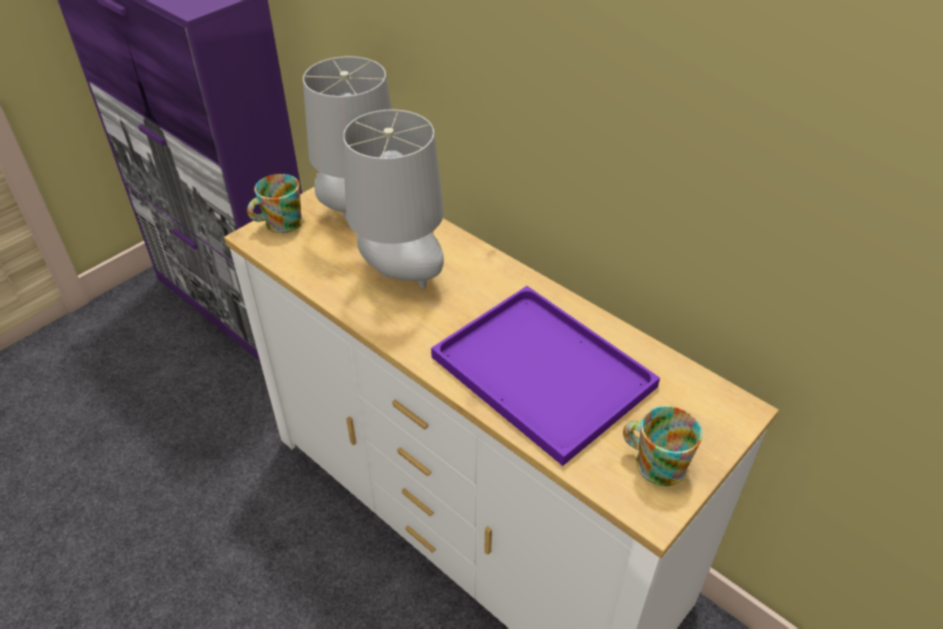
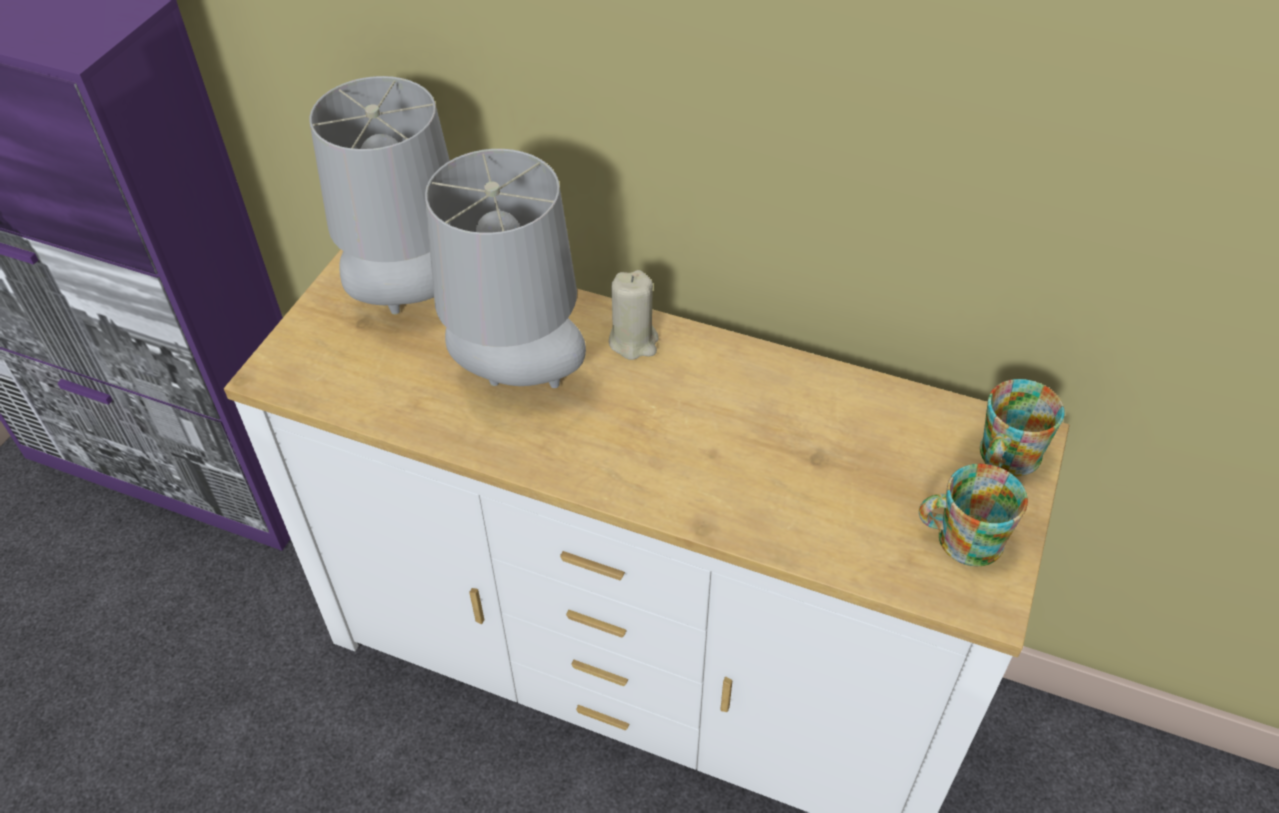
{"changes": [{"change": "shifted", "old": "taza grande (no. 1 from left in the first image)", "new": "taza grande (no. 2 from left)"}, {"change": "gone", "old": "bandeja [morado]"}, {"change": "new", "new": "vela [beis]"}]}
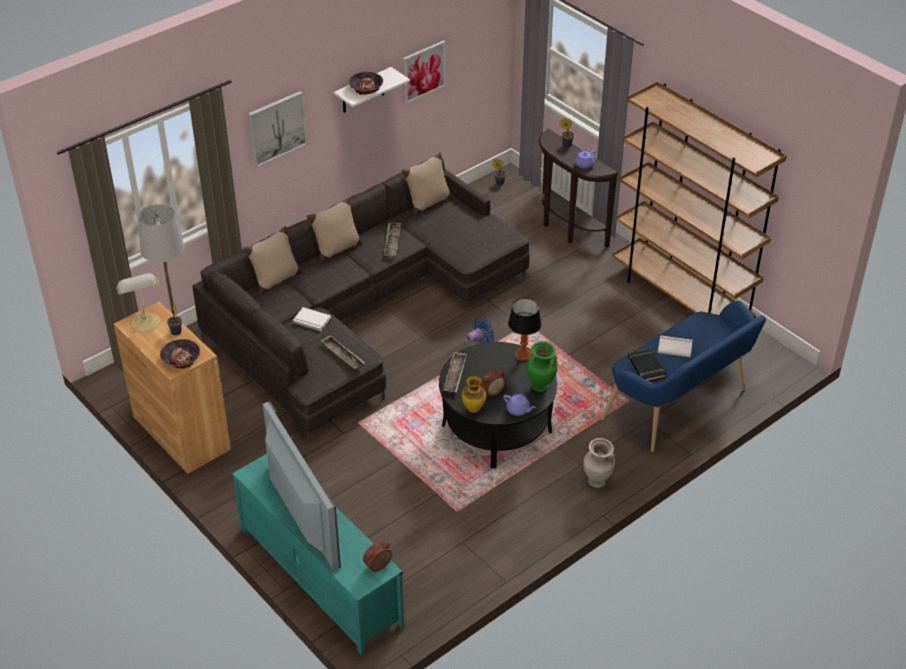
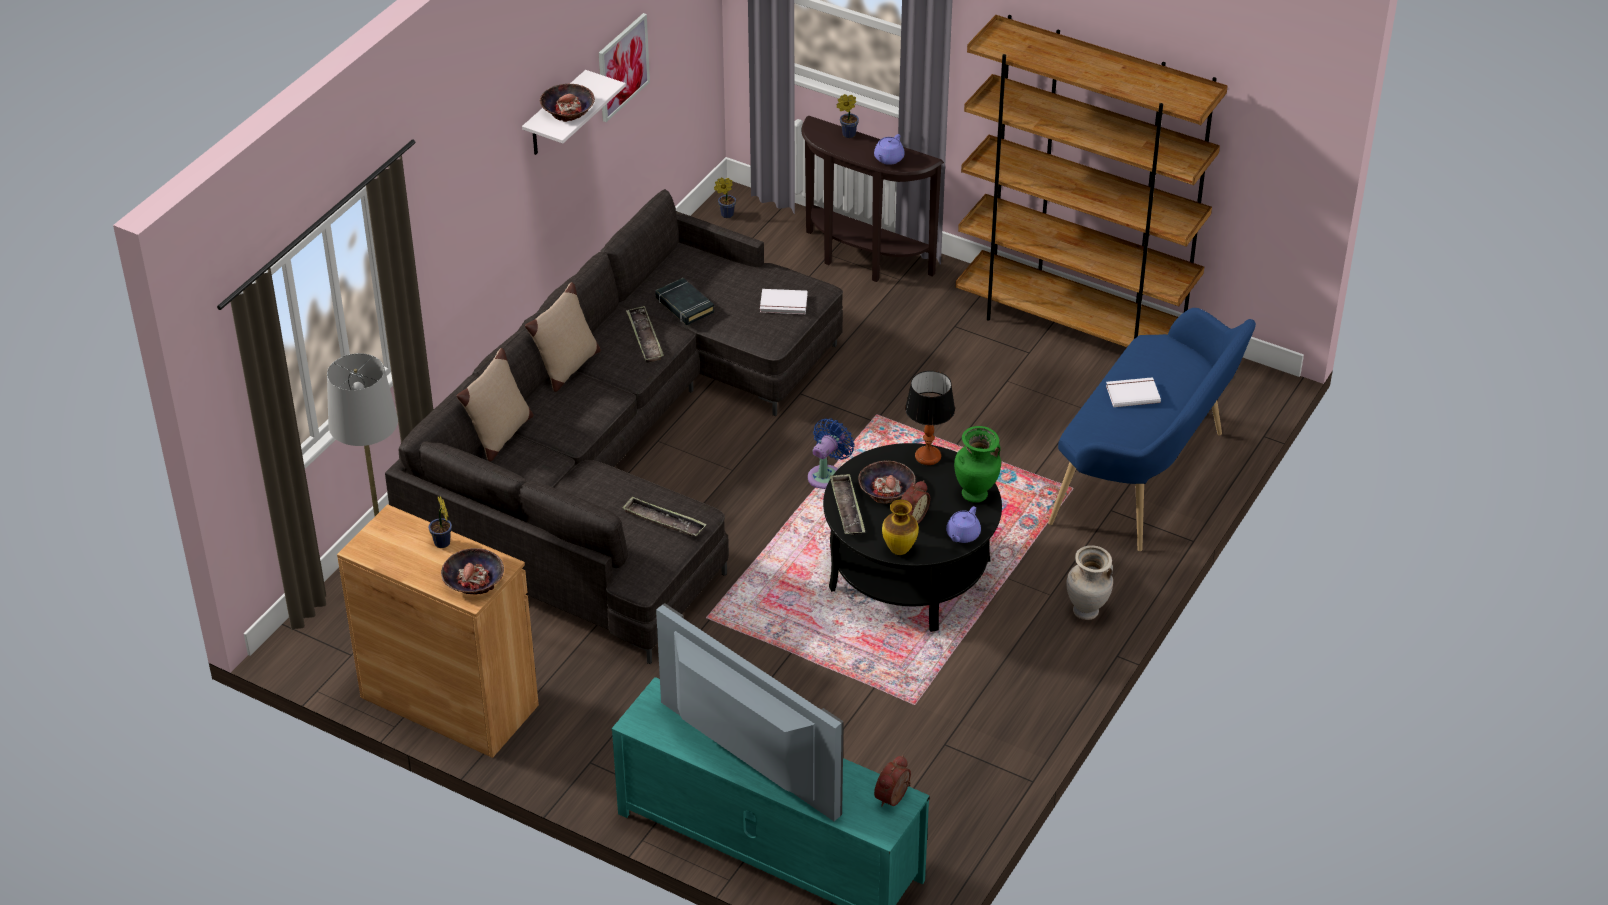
{"changes": [{"change": "gone", "old": "cuadro (no. 1 from left)"}, {"change": "gone", "old": "cojín [beis] (no. 3 from left)"}, {"change": "gone", "old": "lámpara de mesa (no. 1 from left)"}, {"change": "shifted", "old": "libro [blanco] (no. 1 from left)"}, {"change": "shifted", "old": "libro [negro]"}, {"change": "rotated", "old": "tetera [morado] (no. 1 from left in the first image)", "degrees": 105}, {"change": "new", "new": "cuenco (no. 3 from left)"}]}
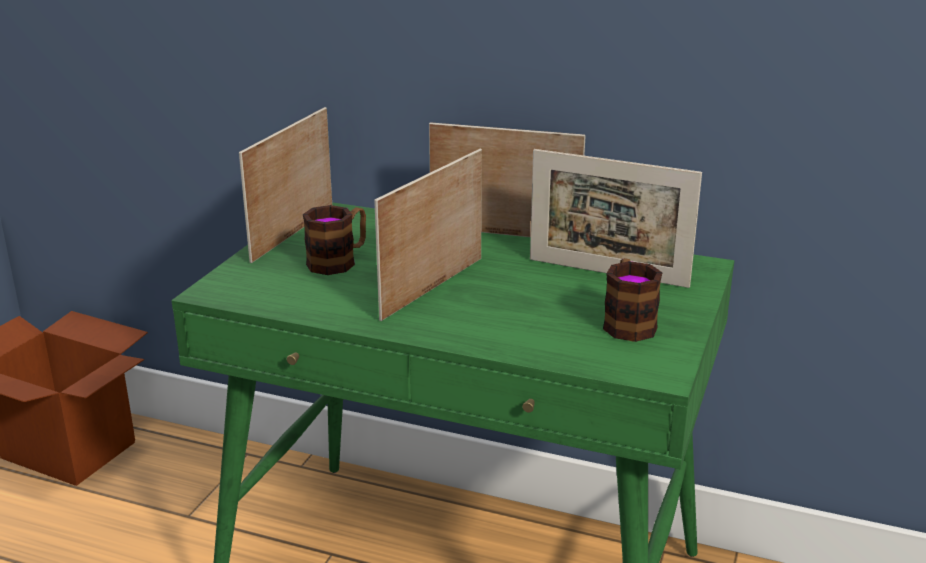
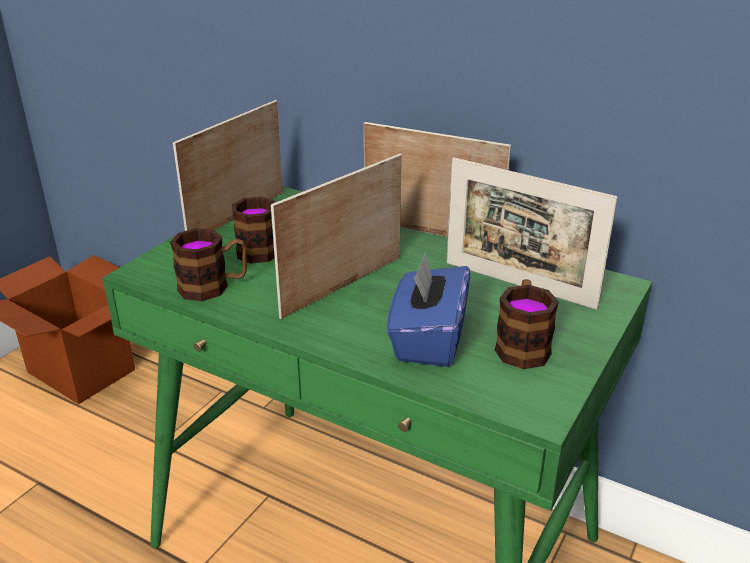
{"changes": [{"change": "new", "new": "taza grande (no. 1 from left)"}, {"change": "new", "new": "caja de pañuelos [azul]"}]}
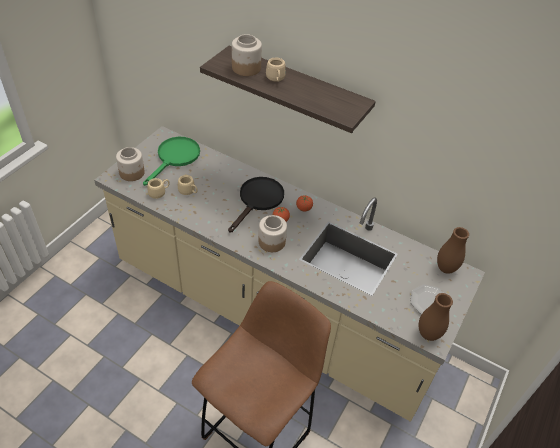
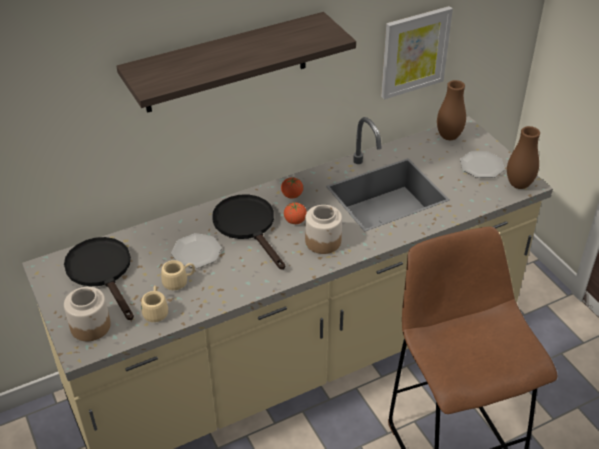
{"changes": [{"change": "gone", "old": "tarro (no. 2 from left)"}, {"change": "gone", "old": "taza grande [beis] (no. 3 from left)"}, {"change": "repainted", "old": "sartén [verde]", "new": "sartén [negro] (no. 1 from left)"}, {"change": "new", "new": "cuadro"}, {"change": "new", "new": "plato (no. 1 from left)"}]}
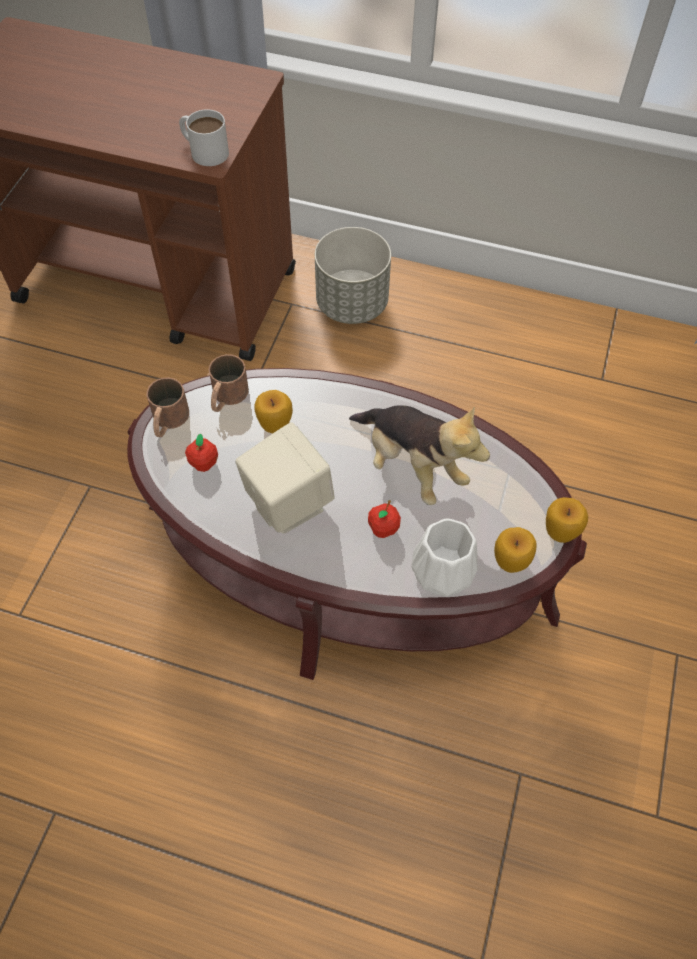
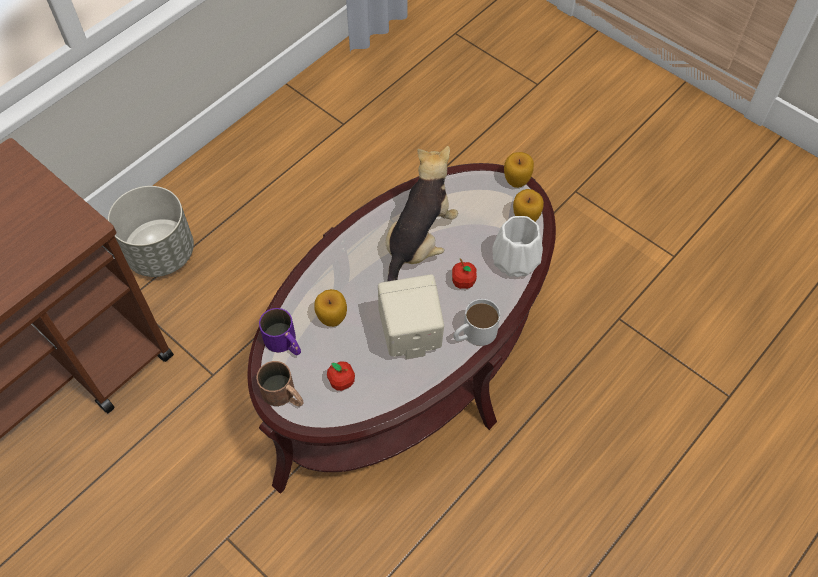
{"changes": [{"change": "shifted", "old": "taza grande [blanco]"}, {"change": "repainted", "old": "taza grande [marrón] (no. 2 from left)", "new": "taza grande [morado]"}, {"change": "rotated", "old": "peluche", "degrees": -45}]}
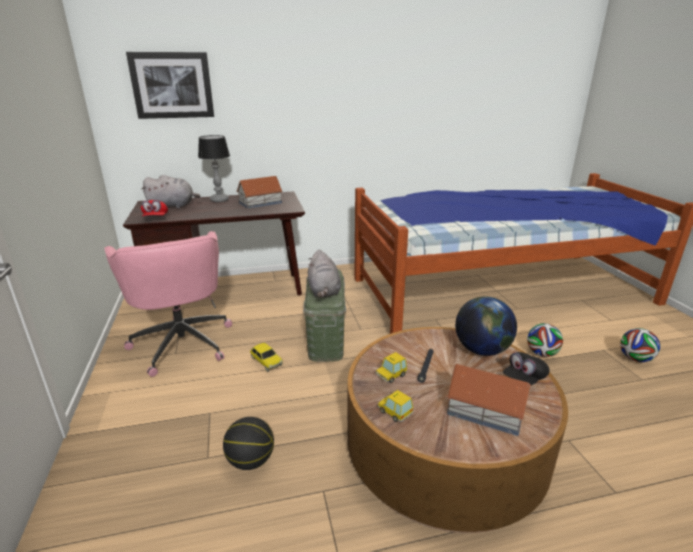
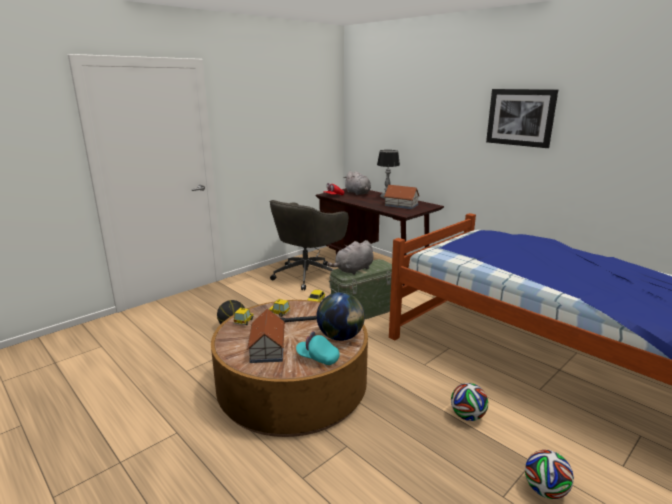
{"changes": [{"change": "shifted", "old": "cuadro"}, {"change": "repainted", "old": "silla de oficina [rosa]", "new": "silla de oficina [gris]"}, {"change": "repainted", "old": "gorra [negro]", "new": "gorra [turquesa]"}]}
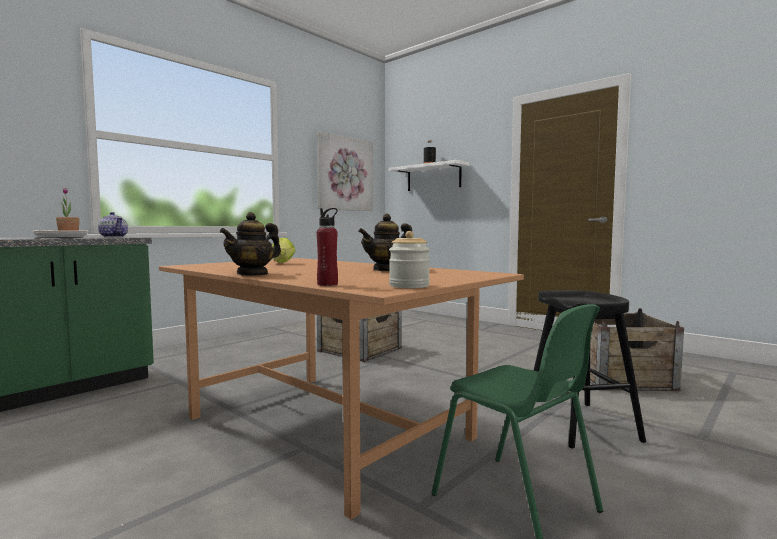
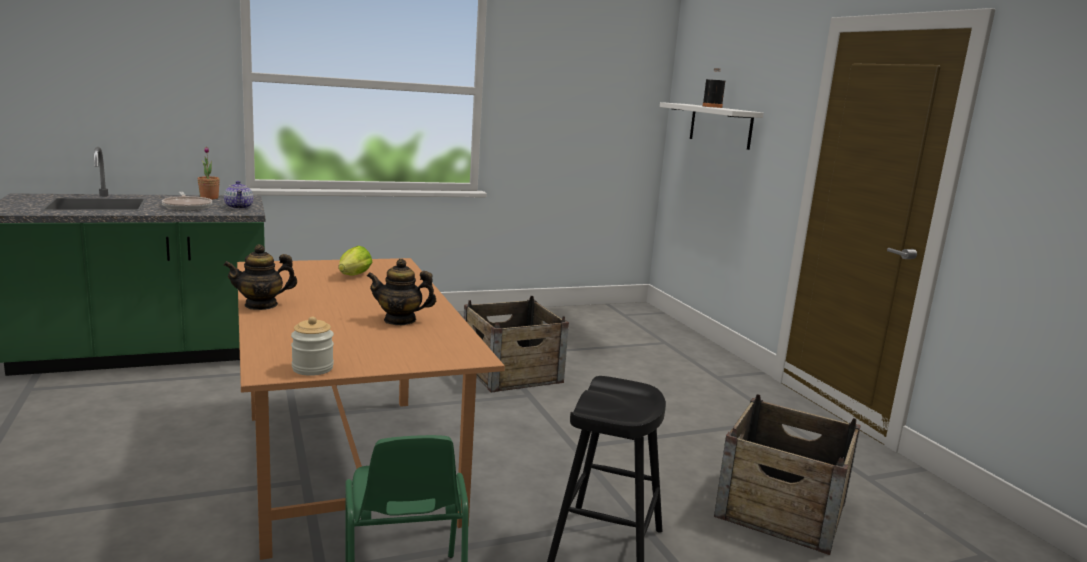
{"changes": [{"change": "gone", "old": "cuadro"}, {"change": "gone", "old": "botella [rojo]"}]}
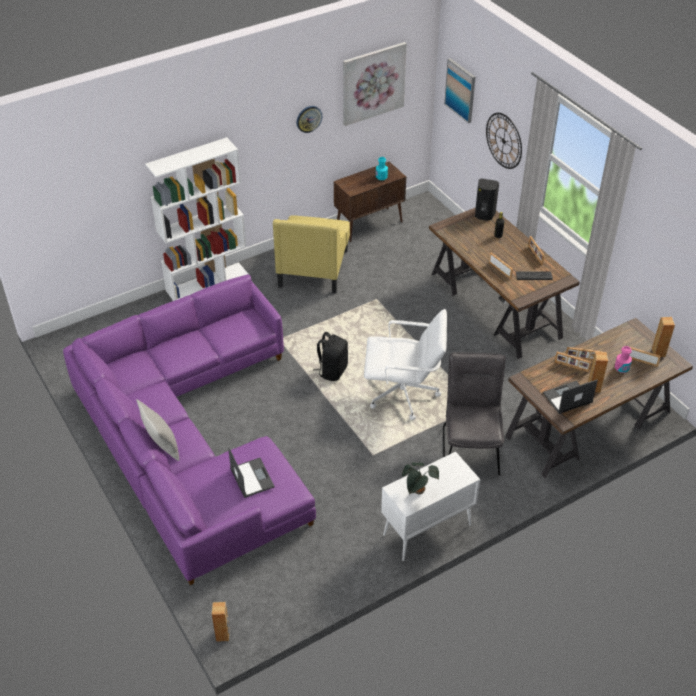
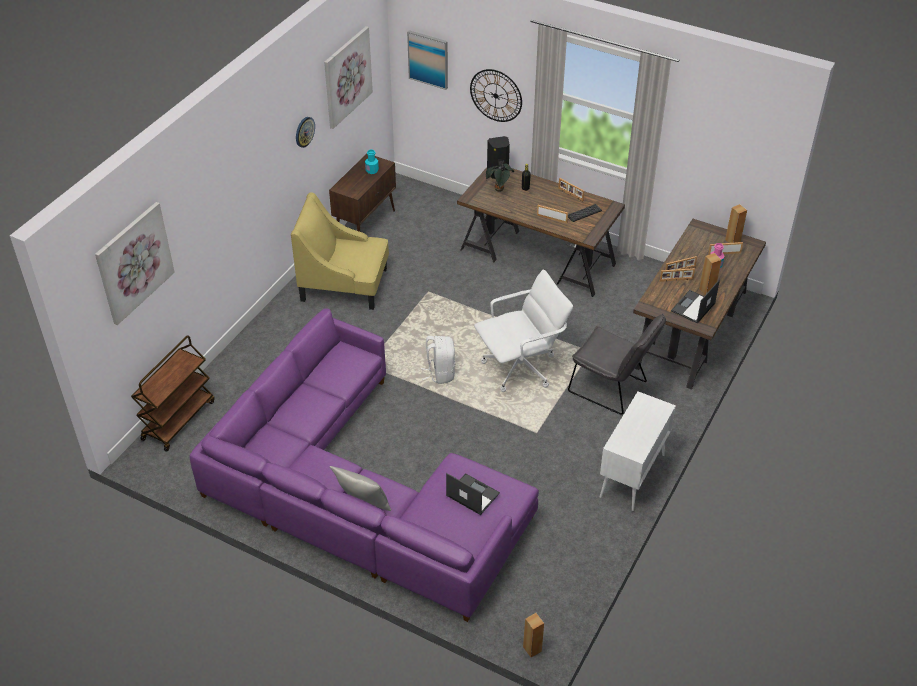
{"changes": [{"change": "gone", "old": "estantería [blanco]"}, {"change": "rotated", "old": "sillón [amarillo]", "degrees": 120}, {"change": "repainted", "old": "mochila [negro]", "new": "mochila [blanco]"}, {"change": "rotated", "old": "silla [gris]", "degrees": 150}, {"change": "shifted", "old": "planta en maceta"}, {"change": "new", "new": "cuadro (no. 1 from left)"}, {"change": "new", "new": "carrito [marrón]"}]}
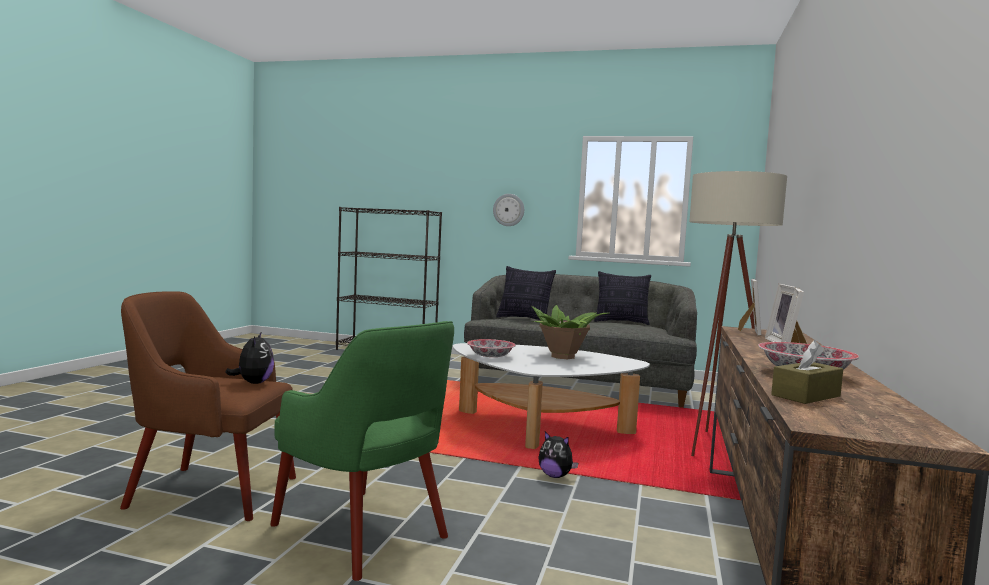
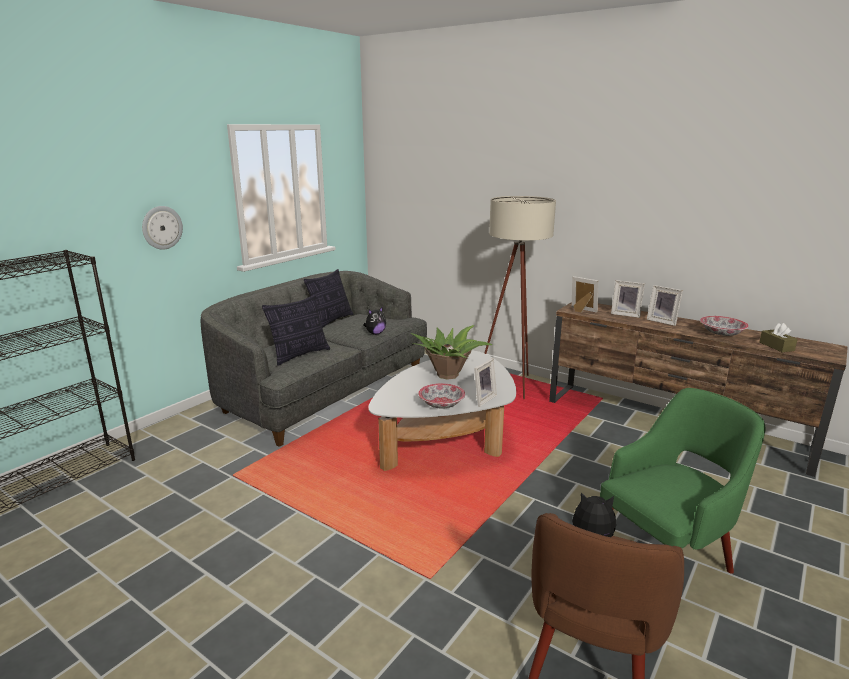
{"changes": [{"change": "shifted", "old": "peluche (no. 2 from left in the first image)", "new": "peluche (no. 1 from left)"}, {"change": "new", "new": "portarretratos (no. 1 from left)"}]}
